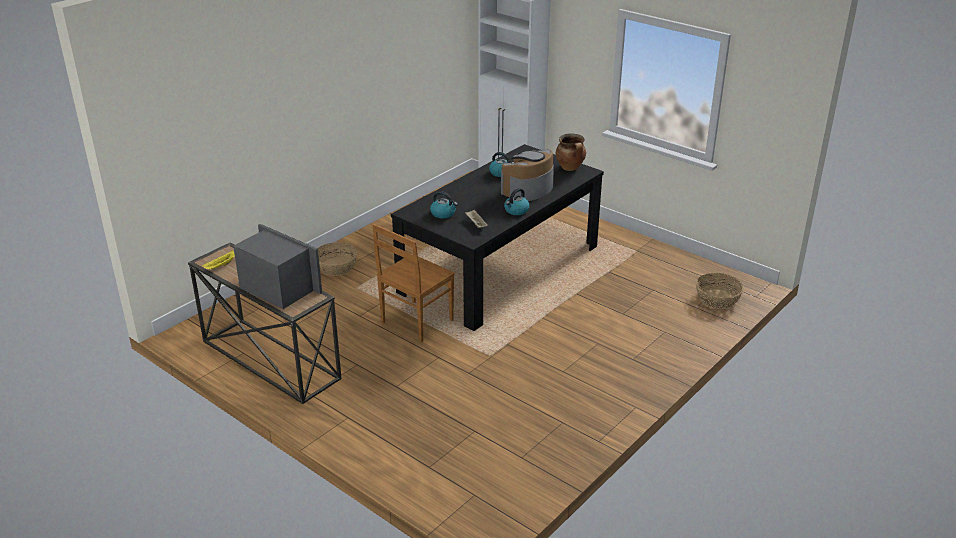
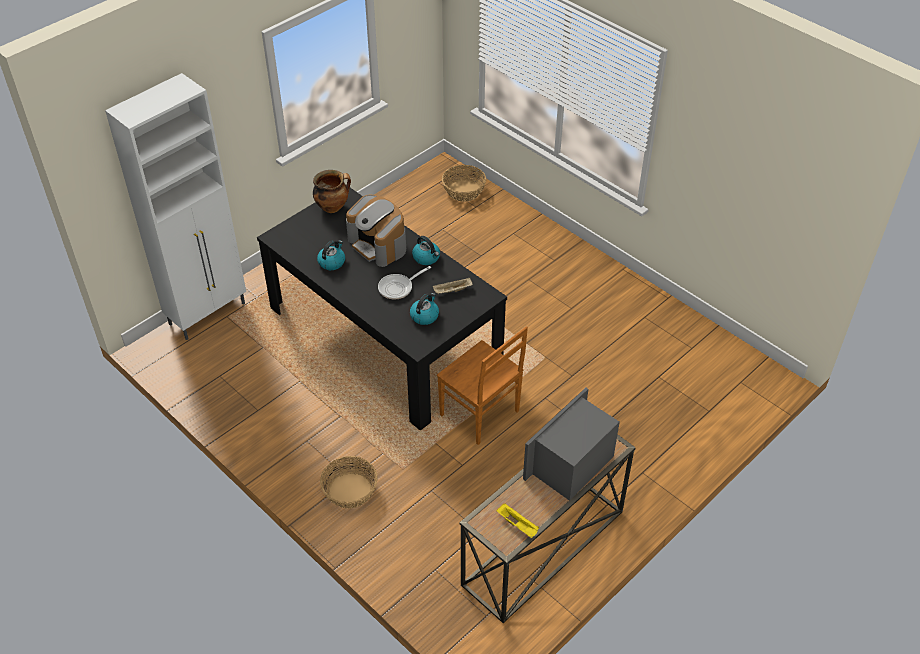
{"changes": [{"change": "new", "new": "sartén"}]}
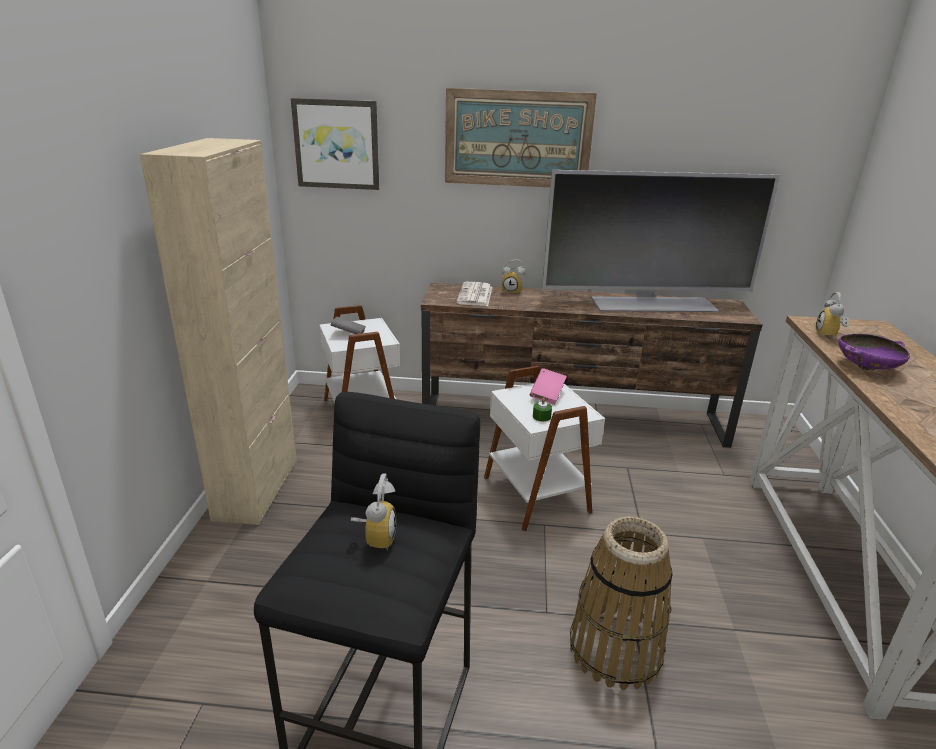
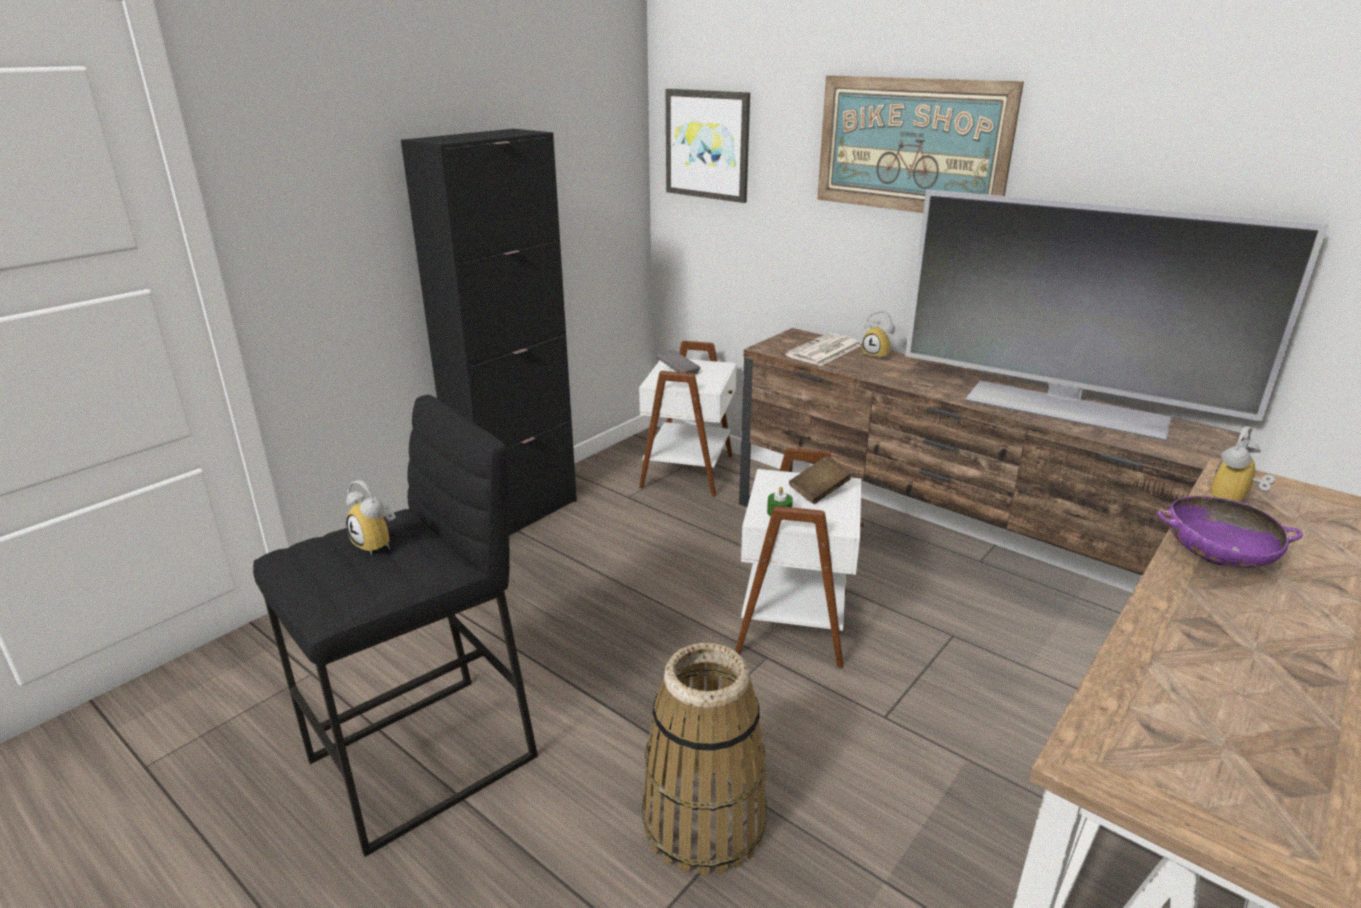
{"changes": [{"change": "repainted", "old": "armario [beis]", "new": "armario [negro]"}, {"change": "repainted", "old": "libro [rosa]", "new": "libro [marrón]"}, {"change": "rotated", "old": "despertador (no. 1 from left)", "degrees": 90}]}
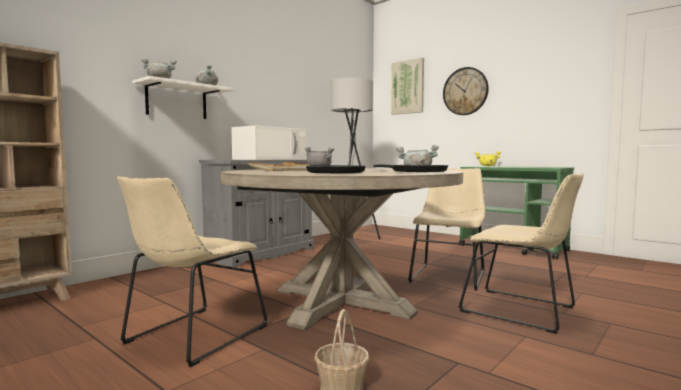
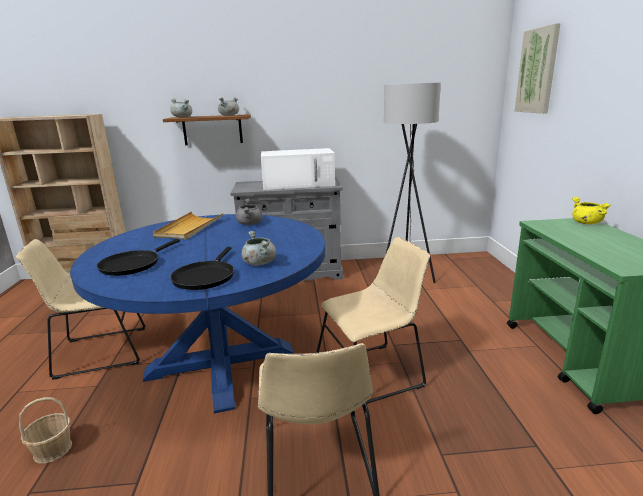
{"changes": [{"change": "gone", "old": "reloj de pared"}, {"change": "repainted", "old": "estante [blanco]", "new": "estante [marrón]"}, {"change": "repainted", "old": "mesa de comedor [beis]", "new": "mesa de comedor [azul]"}]}
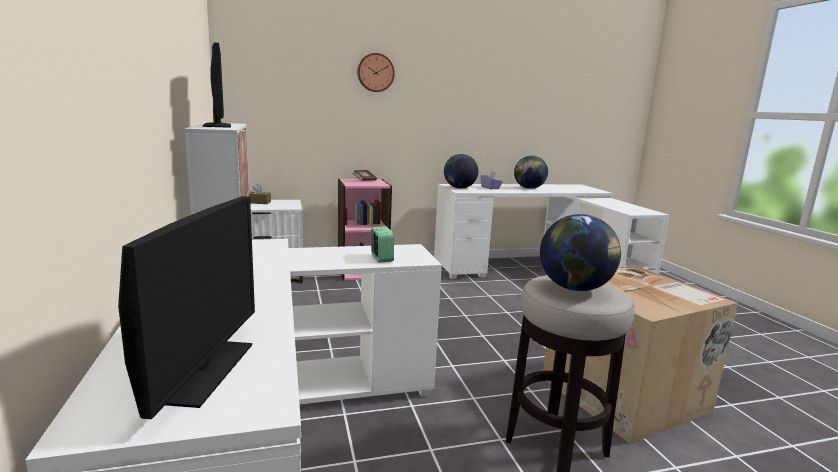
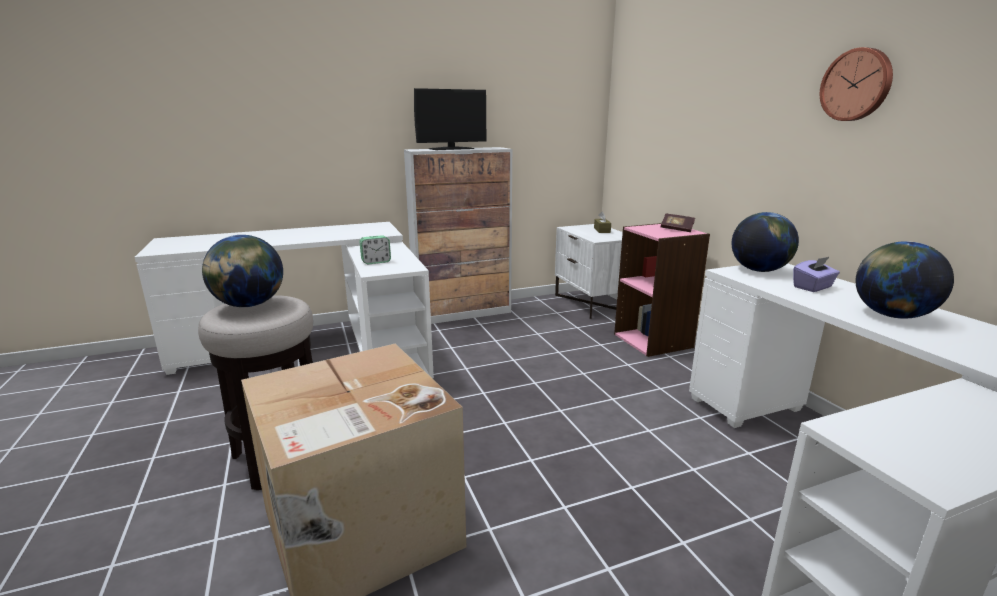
{"changes": [{"change": "shifted", "old": "reloj de pared"}, {"change": "gone", "old": "monitor (no. 1 from left)"}]}
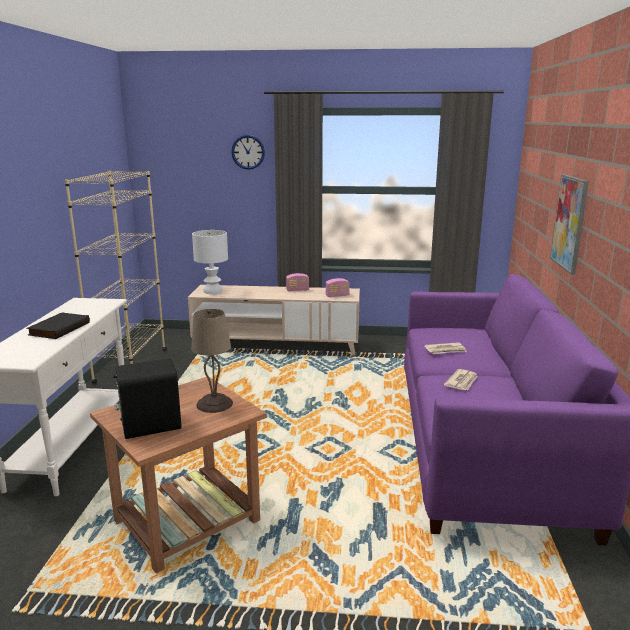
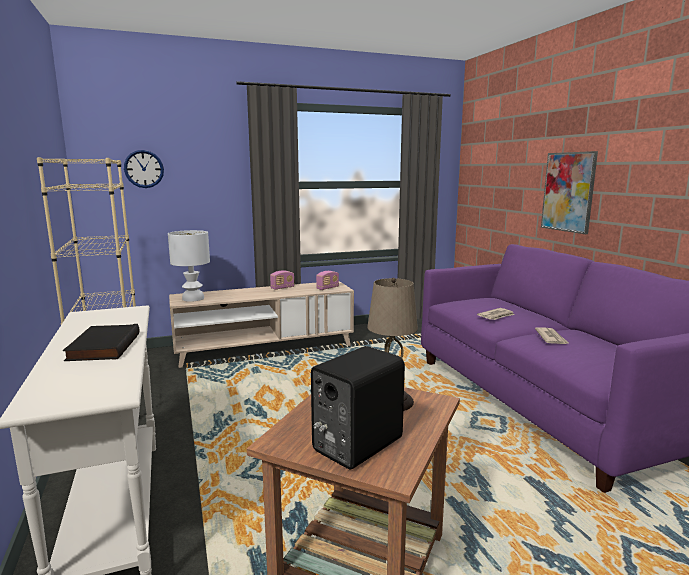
{"changes": [{"change": "shifted", "old": "reloj de pared"}]}
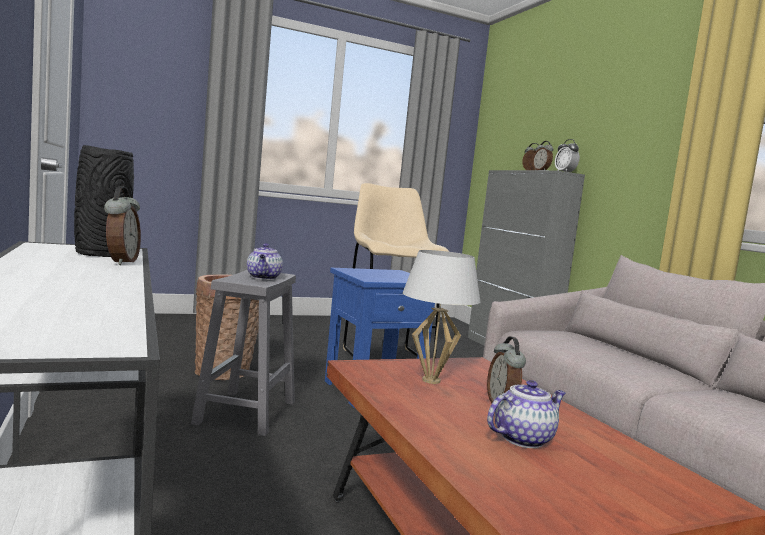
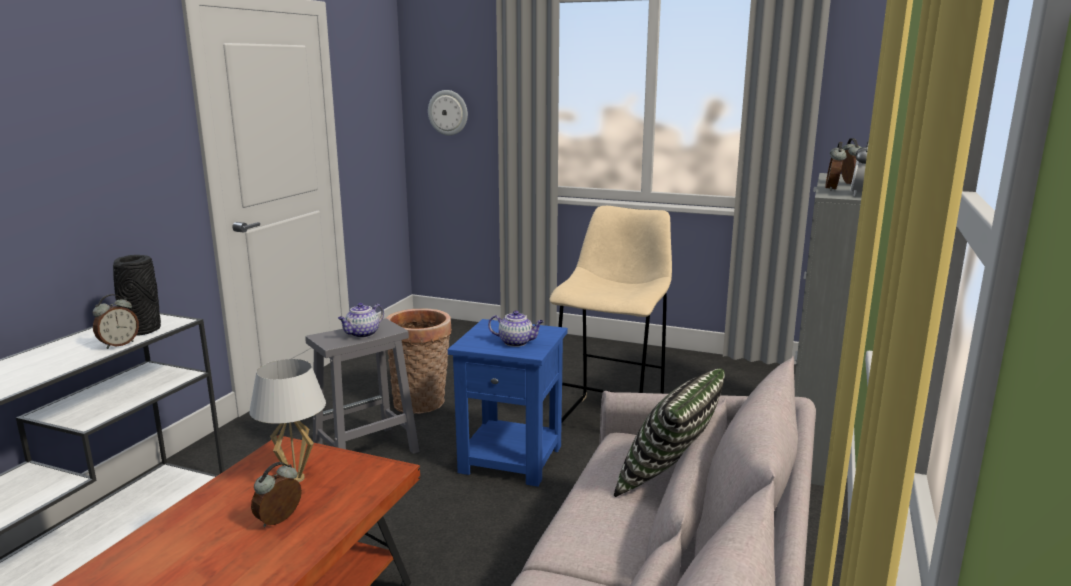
{"changes": [{"change": "shifted", "old": "tetera (no. 2 from left)"}, {"change": "new", "new": "reloj de pared"}, {"change": "new", "new": "cojín"}]}
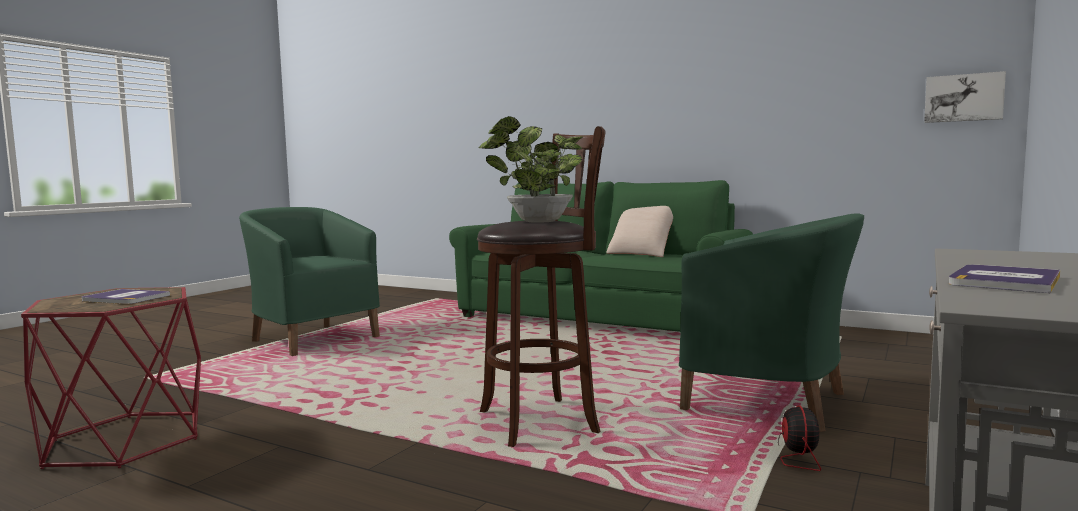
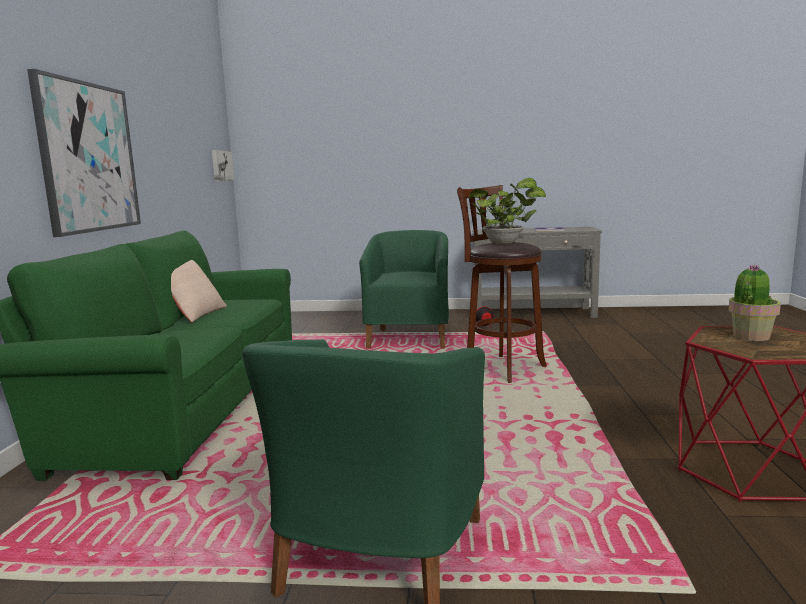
{"changes": [{"change": "swapped", "old": "libro (no. 1 from left)", "new": "planta en maceta (no. 2 from left)"}, {"change": "new", "new": "cuadro (no. 1 from left)"}]}
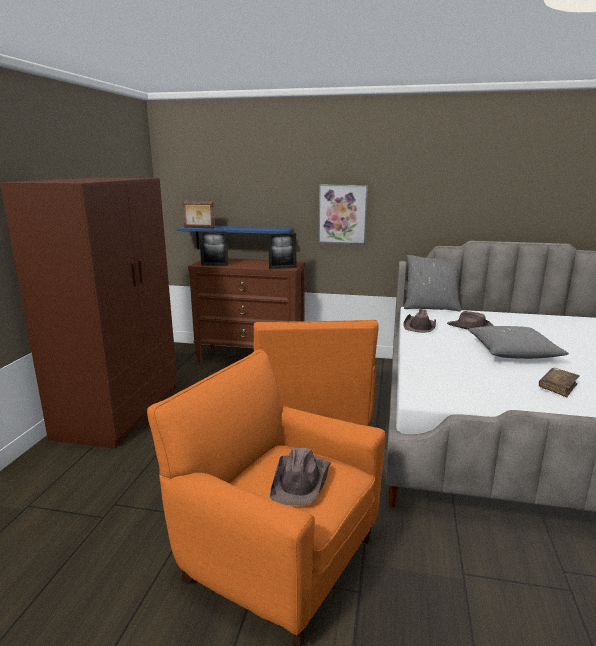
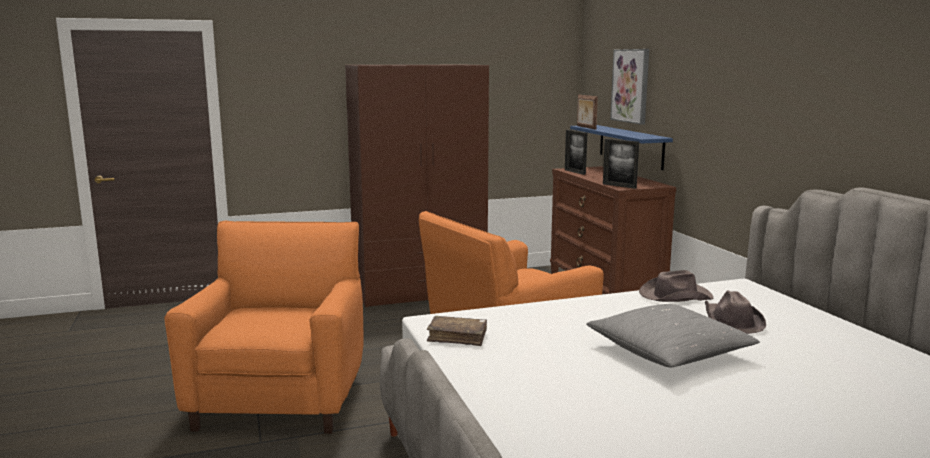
{"changes": [{"change": "shifted", "old": "cuadro"}, {"change": "gone", "old": "cojín [gris] (no. 1 from left)"}, {"change": "shifted", "old": "libro [marrón]"}, {"change": "gone", "old": "sombrero [marrón] (no. 1 from left)"}]}
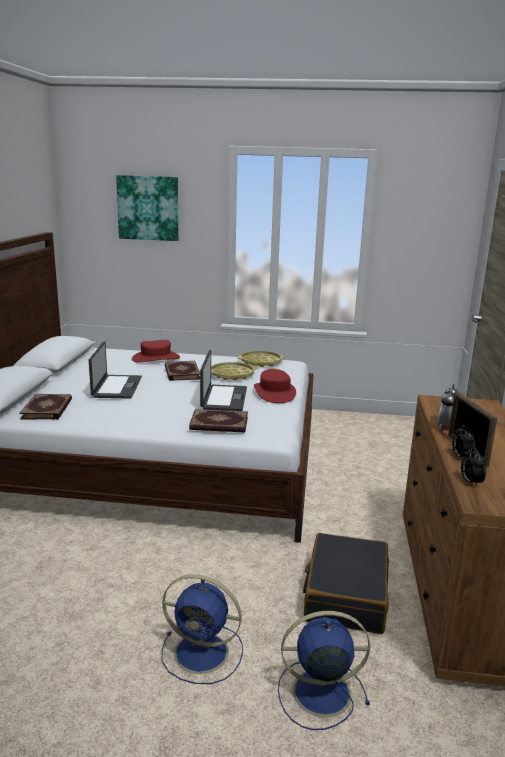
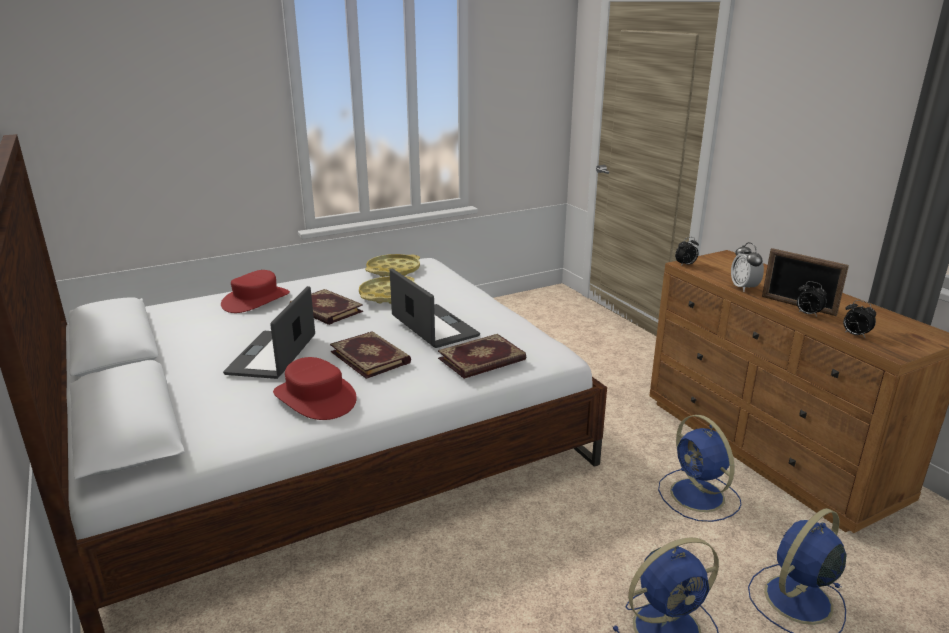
{"changes": [{"change": "gone", "old": "cuadro"}, {"change": "rotated", "old": "portátil (no. 1 from left)", "degrees": -135}, {"change": "shifted", "old": "sombrero [rojo] (no. 2 from left)"}, {"change": "shifted", "old": "libro (no. 1 from left in the first image)", "new": "libro (no. 2 from left)"}, {"change": "swapped", "old": "maleta [negro]", "new": "ventilador [azul] (no. 2 from left)"}, {"change": "new", "new": "despertador (no. 1 from left)"}]}
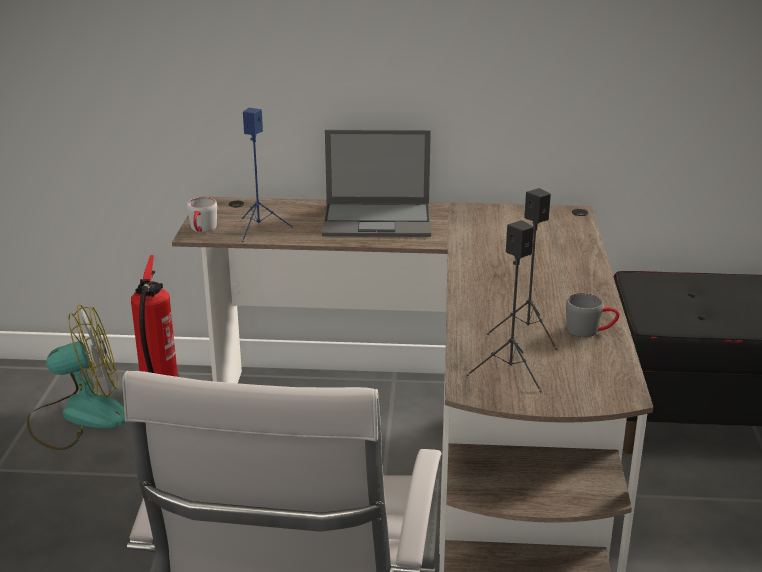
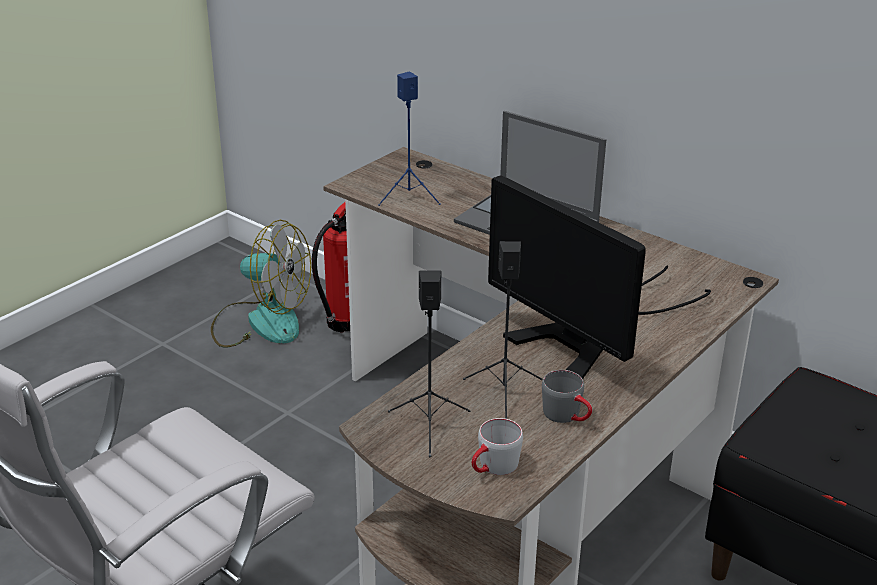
{"changes": [{"change": "shifted", "old": "taza grande [gris] (no. 1 from left)"}, {"change": "new", "new": "monitor"}]}
